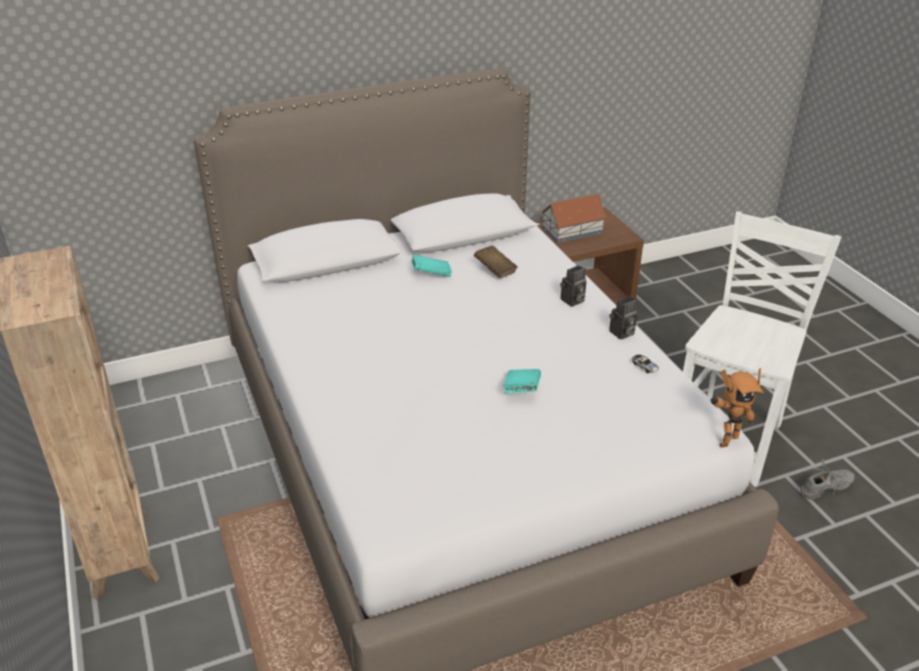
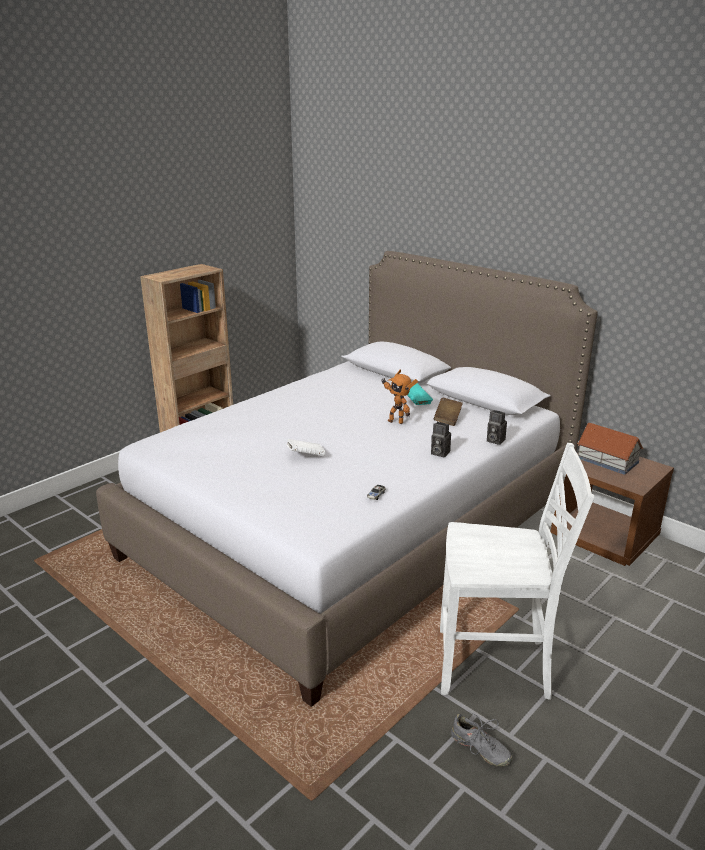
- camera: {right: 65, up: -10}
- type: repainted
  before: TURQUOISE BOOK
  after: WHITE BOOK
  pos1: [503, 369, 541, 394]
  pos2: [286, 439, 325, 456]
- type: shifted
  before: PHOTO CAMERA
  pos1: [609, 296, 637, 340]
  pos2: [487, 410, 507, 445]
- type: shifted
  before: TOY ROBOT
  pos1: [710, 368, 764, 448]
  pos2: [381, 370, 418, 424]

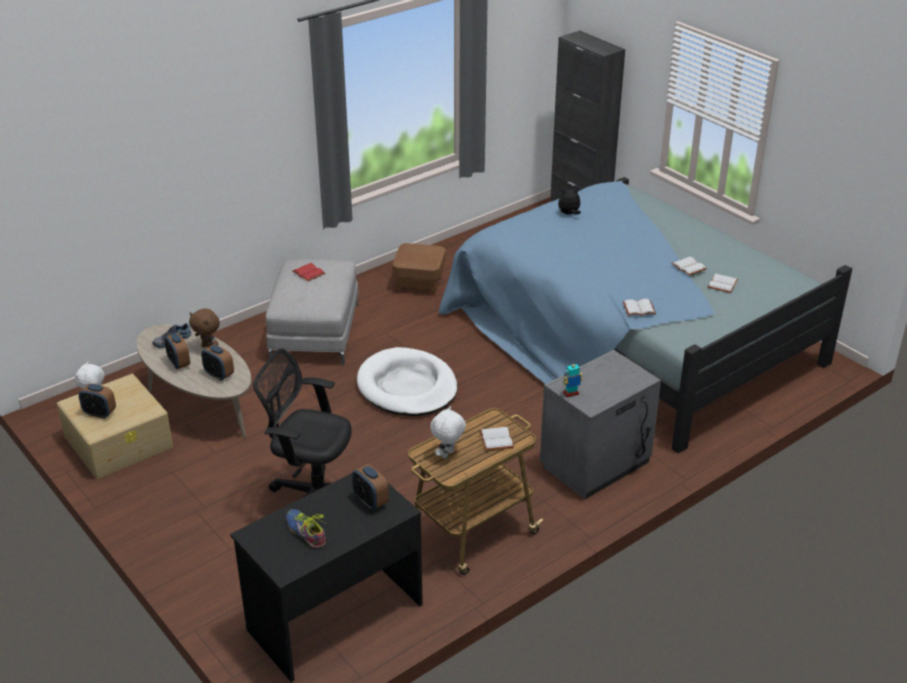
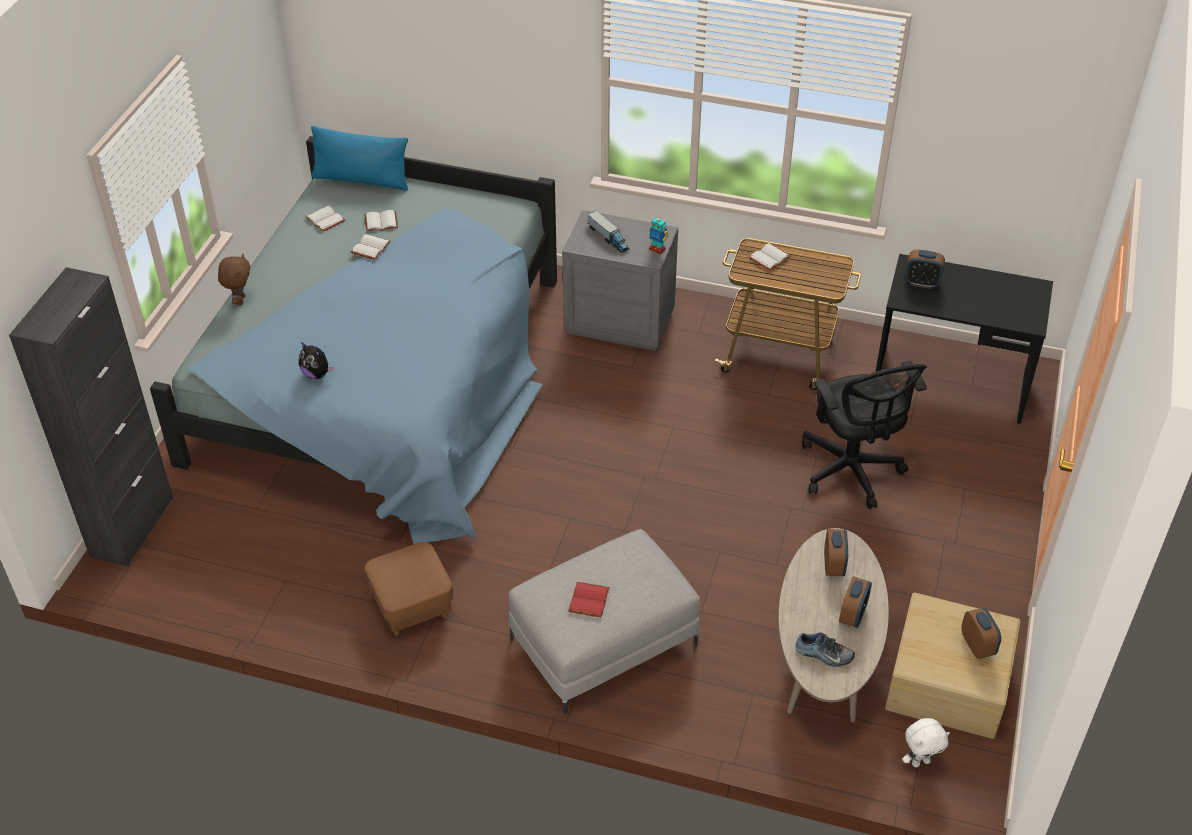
- camera: {right: -125, up: 10}
- type: shifted
  before: BROWN PLUSH TOY
  pos1: [189, 309, 220, 348]
  pos2: [218, 254, 250, 305]
- type: gone
  before: SHOE
  pos1: [286, 509, 326, 548]
- type: rotated
  before: ALARM CLOCK
  pos1: [352, 464, 389, 510]
  pos2: [905, 250, 945, 289]
  turn: 90
- type: gone
  before: WHITE DOG BED
  pos1: [357, 347, 458, 416]
- type: gone
  before: WHITE PLUSH TOY
  pos1: [430, 406, 466, 459]
- type: shifted
  before: WHITE BOOK
  pos1: [623, 299, 656, 316]
  pos2: [305, 206, 345, 232]
- type: new
  after: BLUE PILLOW
  pos2: [311, 126, 408, 191]
- type: new
  after: TOY TRUCK
  pos2: [587, 210, 630, 253]

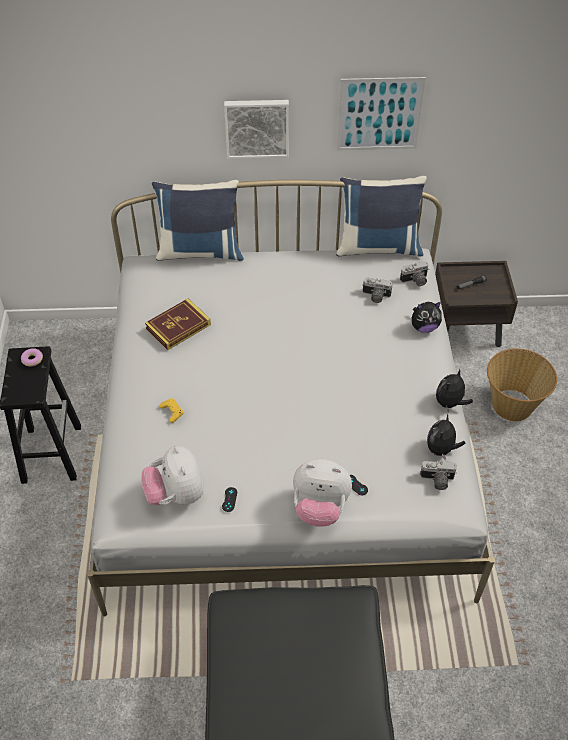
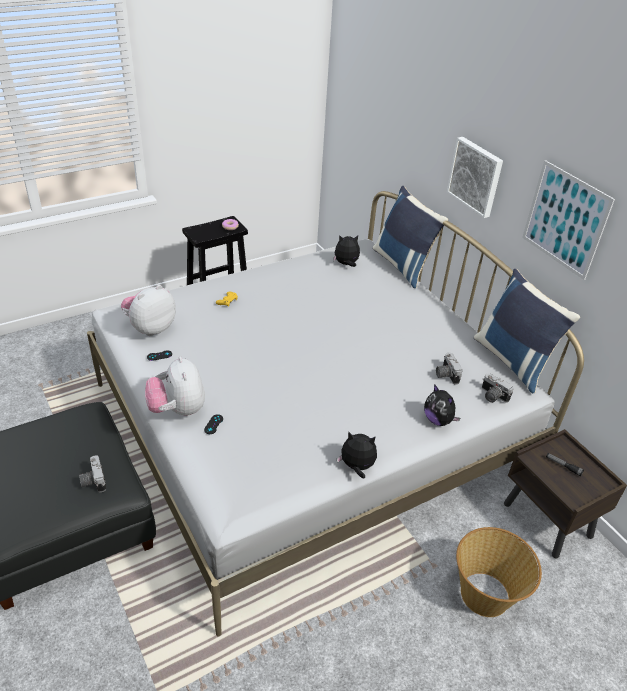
- camera: {right: 60, up: -10}
- type: gone
  before: BOOK
  pos1: [145, 299, 211, 350]
- type: shifted
  before: PHOTO CAMERA
  pos1: [420, 461, 457, 490]
  pos2: [79, 455, 106, 493]
- type: shifted
  before: PLUSH TOY
  pos1: [427, 414, 465, 461]
  pos2: [333, 235, 360, 267]

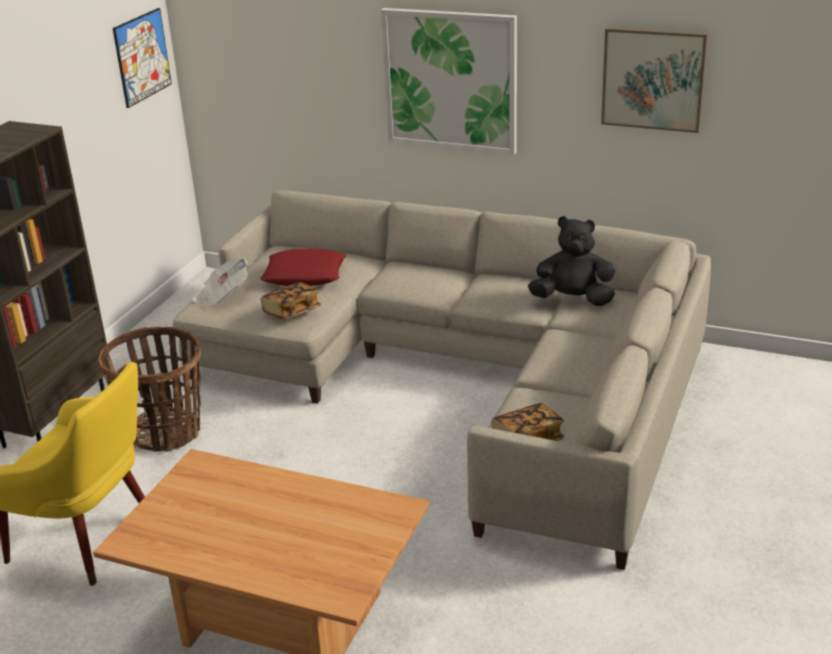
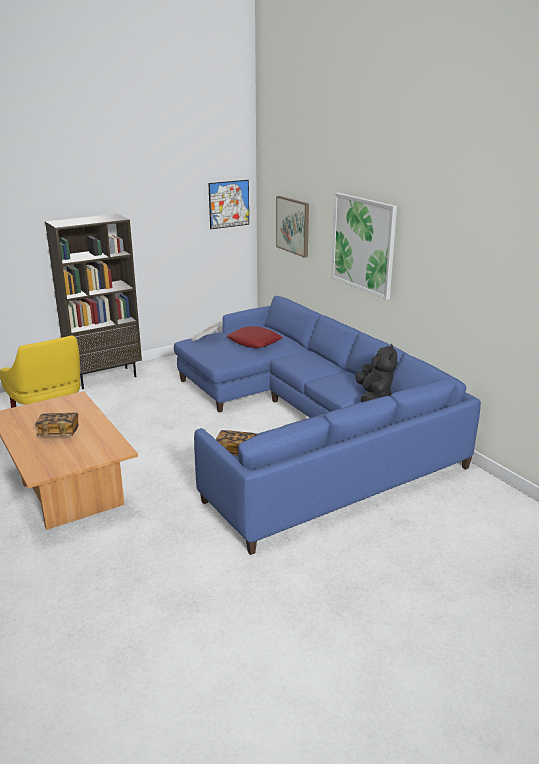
- camera: {right: 35, up: -5}
- type: gone
  before: BASKET
  pos1: [99, 327, 201, 452]
- type: repainted
  before: BEIGE SOFA
  after: BLUE SOFA
  pos1: [173, 191, 711, 570]
  pos2: [174, 296, 481, 555]
- type: shifted
  before: BOOK
  pos1: [261, 282, 321, 320]
  pos2: [35, 413, 78, 436]
- type: rotated
  before: BLACK PLUSH TOY
  pos1: [528, 216, 616, 306]
  pos2: [355, 344, 397, 402]
  turn: 45
- type: shifted
  before: PICTURE
  pos1: [601, 27, 708, 133]
  pos2: [276, 196, 309, 258]

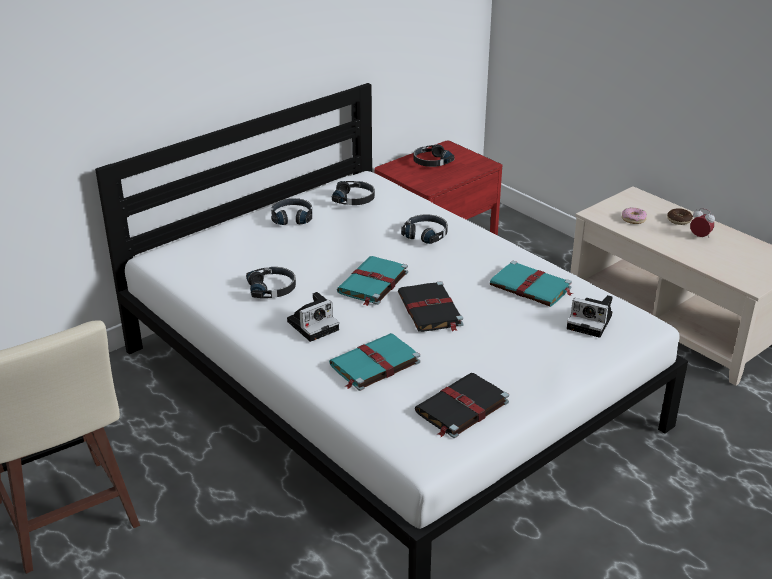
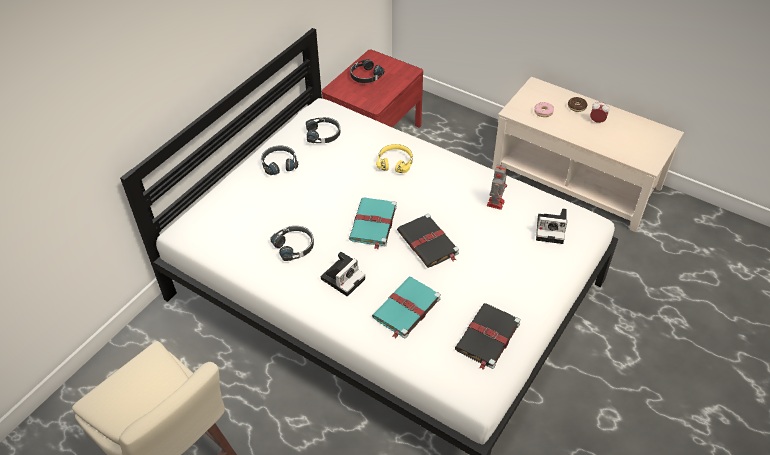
- camera: {right: -15, up: 15}
- type: repainted
  before: BLACK HEADPHONES
  after: YELLOW HEADPHONES
  pos1: [401, 214, 448, 244]
  pos2: [376, 144, 413, 173]
- type: swapped
  before: TURQUOISE BOOK
  after: TOY ROBOT
  pos1: [490, 261, 573, 307]
  pos2: [487, 163, 507, 210]

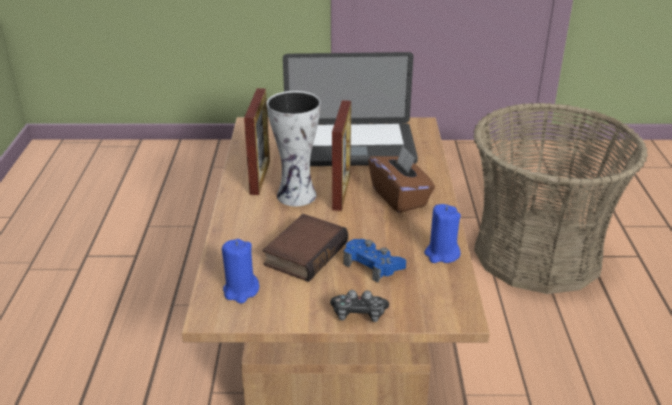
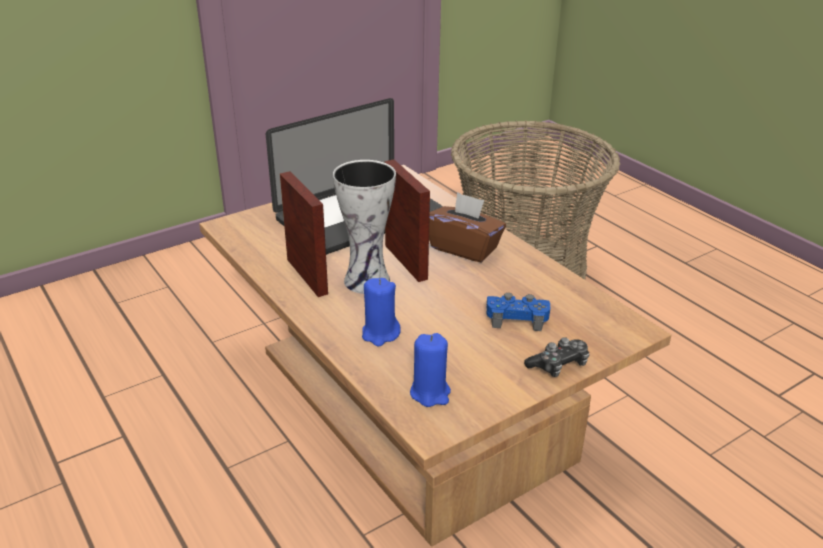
- camera: {right: -35, up: 0}
- type: gone
  before: BOOK
  pos1: [263, 214, 348, 282]
- type: shifted
  before: BLUE CANDLE
  pos1: [424, 204, 461, 263]
  pos2: [362, 278, 401, 346]

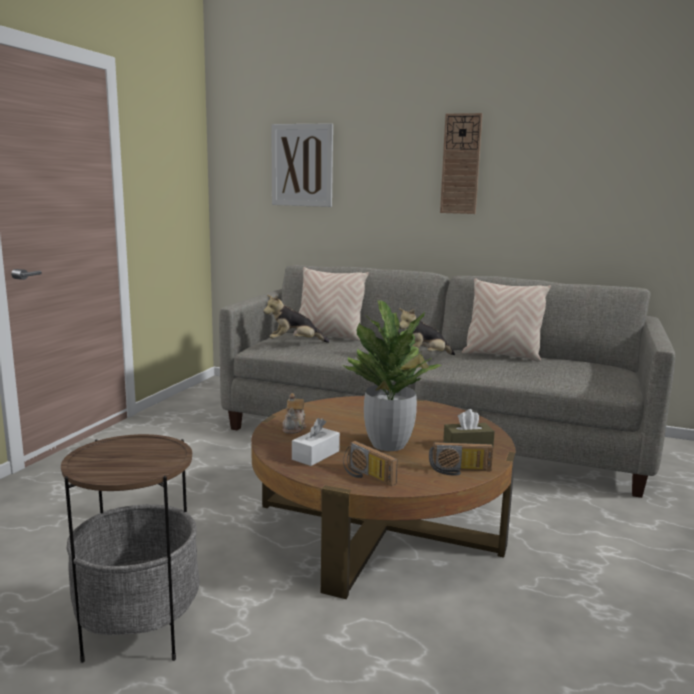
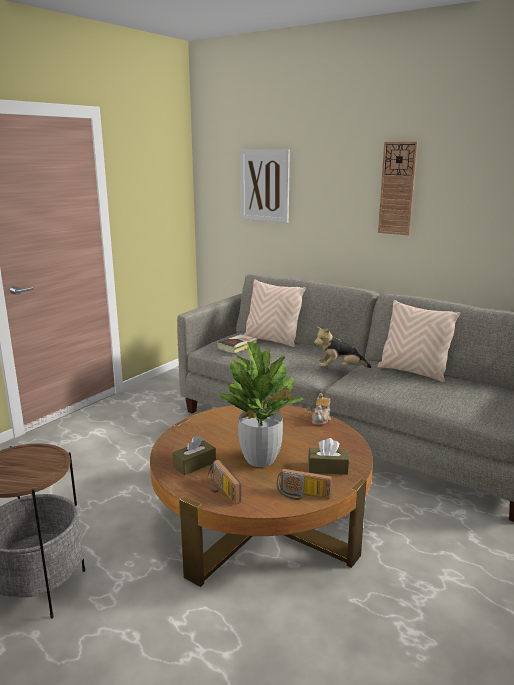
- camera: {right: 15, up: 5}
- type: swapped
  before: PLUSH TOY
  after: BOOK
  pos1: [263, 295, 329, 343]
  pos2: [217, 334, 258, 353]
- type: shifted
  before: TEAPOT
  pos1: [282, 393, 306, 434]
  pos2: [312, 393, 331, 425]
- type: repainted
  before: WHITE TISSUE BOX
  after: BROWN TISSUE BOX
  pos1: [292, 418, 340, 466]
  pos2: [173, 436, 216, 475]

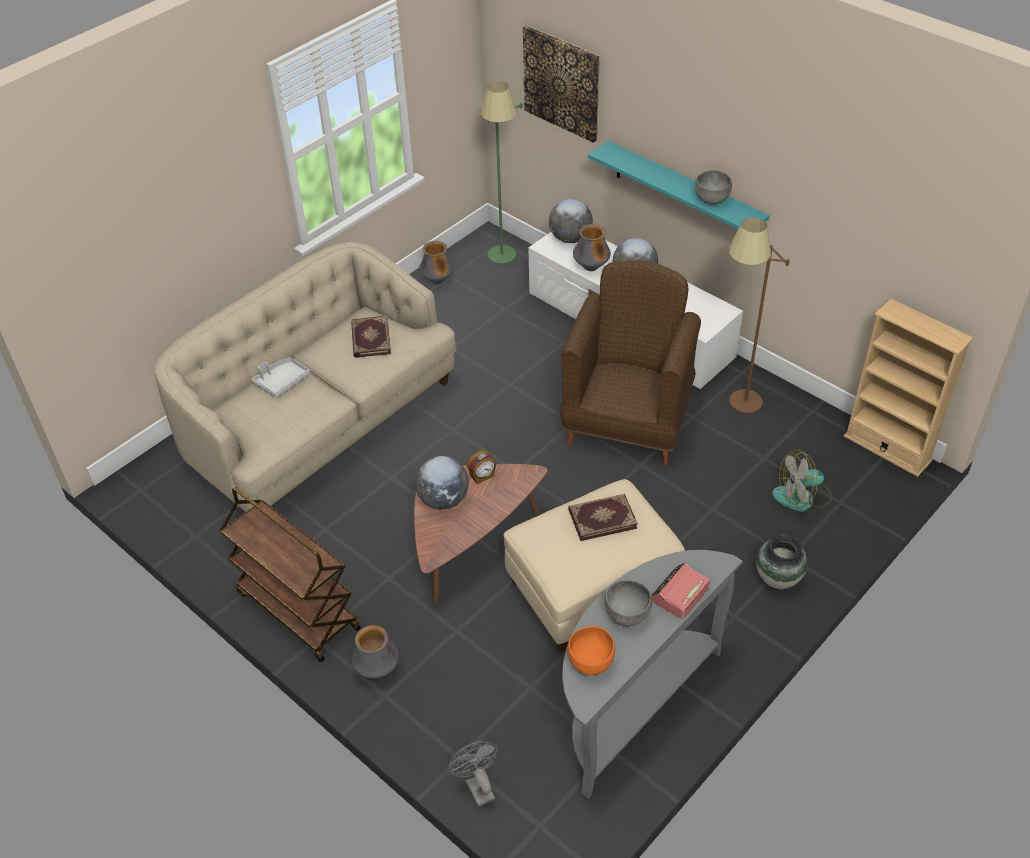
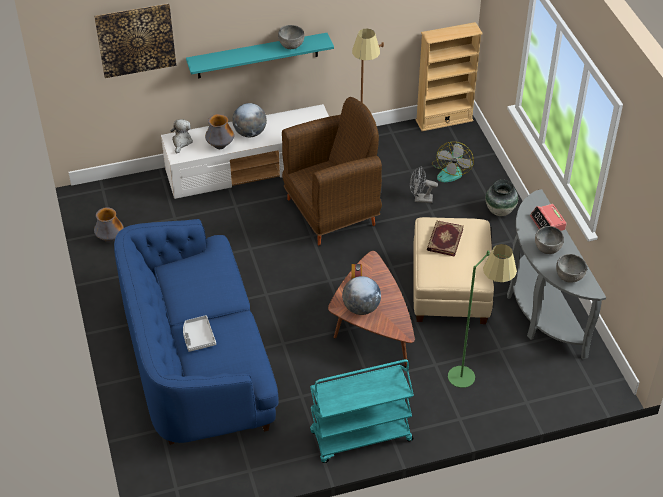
- camera: {right: -60, up: 0}
- type: repainted
  before: BEIGE SOFA
  after: BLUE SOFA
  pos1: [155, 242, 456, 512]
  pos2: [114, 219, 278, 445]
- type: repainted
  before: BROWN CART
  after: TURQUOISE CART
  pos1: [220, 487, 361, 662]
  pos2: [310, 359, 414, 463]
- type: gone
  before: BOOK
  pos1: [351, 315, 391, 358]
- type: gone
  before: VASE
  pos1: [351, 625, 399, 679]
- type: shifted
  before: GREY FAN
  pos1: [447, 741, 498, 807]
  pos2: [410, 166, 438, 203]
- type: shifted
  before: GREEN FLOOR LAMP
  pos1: [481, 81, 523, 264]
  pos2: [448, 244, 517, 388]
- type: swapped
  before: GLOBE
  after: PLUSH TOY
  pos1: [549, 199, 593, 243]
  pos2: [170, 119, 193, 153]
- type: rotated
  before: BROWN ARMCHAIR
  pos1: [560, 260, 701, 465]
  pos2: [282, 97, 382, 245]
  turn: 105
- type: repainted
  before: ORANGE BOWL
  after: GREY BOWL
  pos1: [567, 626, 615, 675]
  pos2: [556, 254, 587, 283]

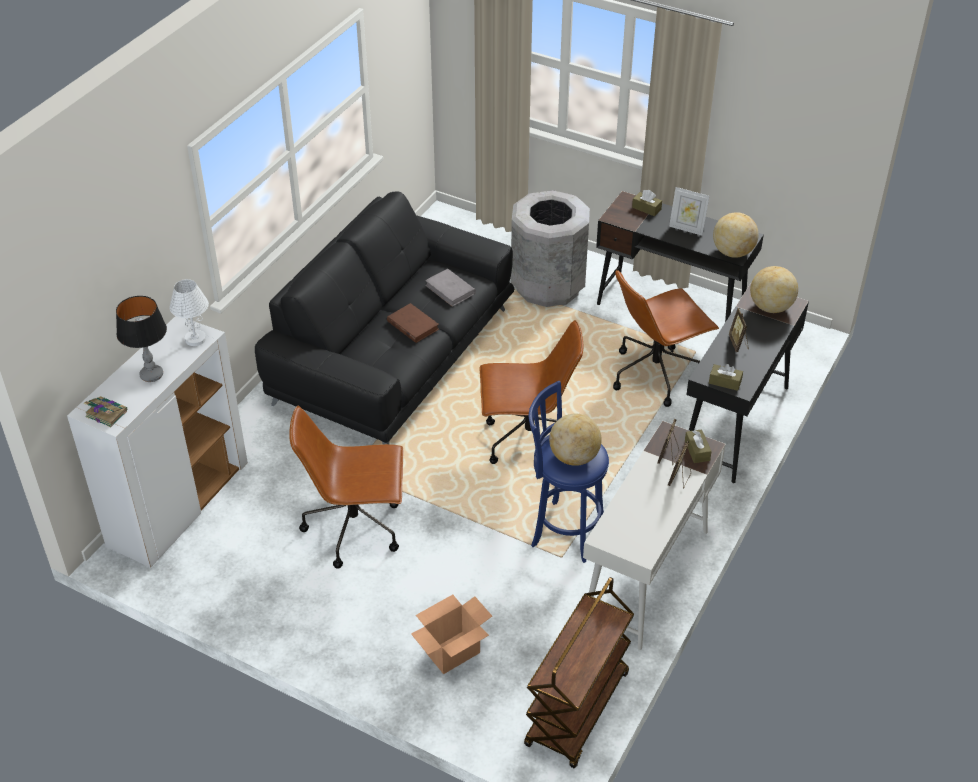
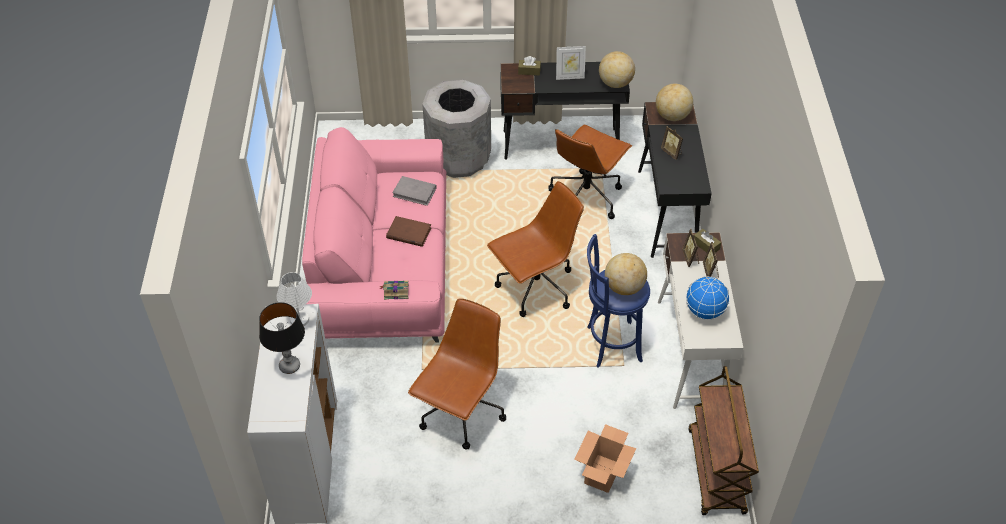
- camera: {right: -30, up: 5}
- type: shifted
  before: BOOK
  pos1: [84, 396, 127, 427]
  pos2: [380, 281, 409, 300]
- type: repainted
  before: BLACK SOFA
  after: PINK SOFA
  pos1: [255, 191, 514, 444]
  pos2: [302, 127, 447, 343]
- type: rotated
  before: BROWN OFFICE CHAIR
  pos1: [289, 406, 403, 569]
  pos2: [408, 298, 506, 450]
  turn: 150
- type: gone
  before: BROWN TISSUE BOX
  pos1: [709, 364, 743, 391]
- type: new
  after: GLOBE
  pos2: [686, 276, 730, 320]

